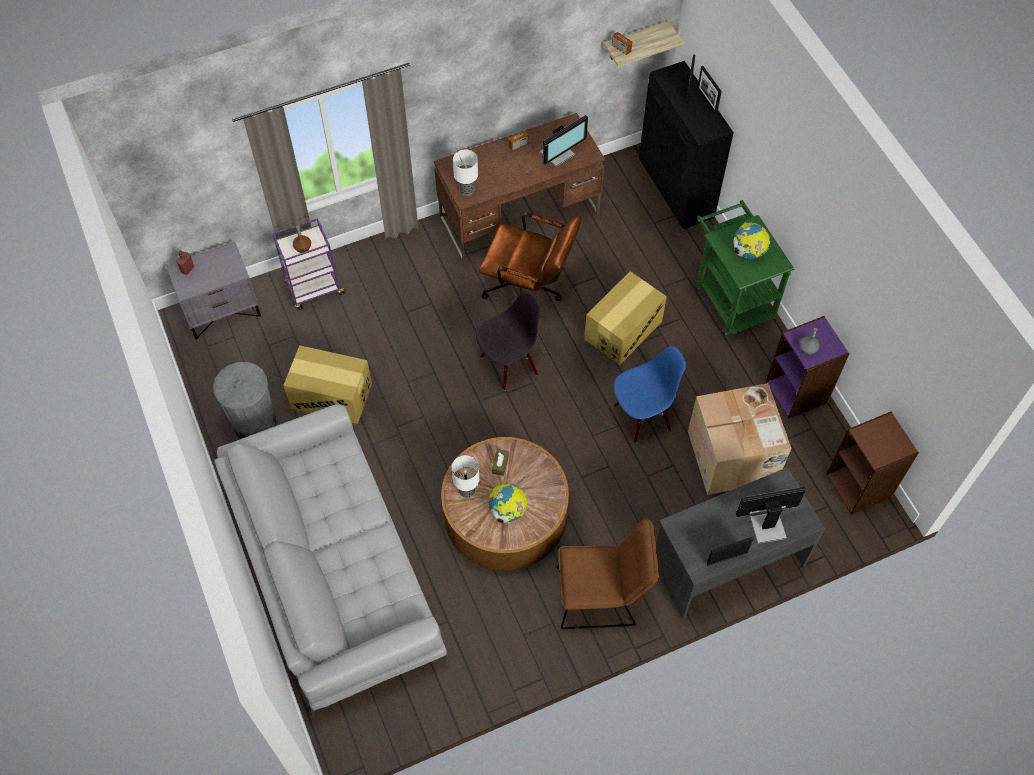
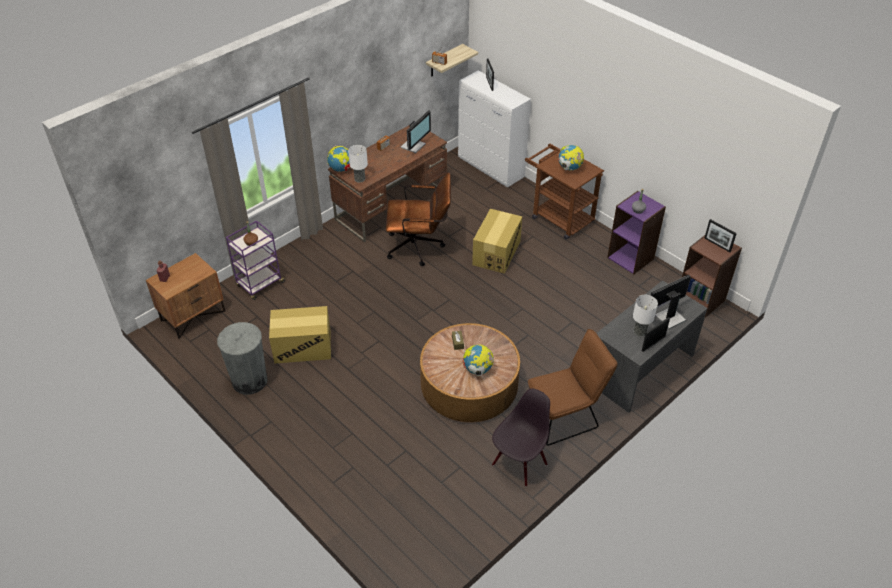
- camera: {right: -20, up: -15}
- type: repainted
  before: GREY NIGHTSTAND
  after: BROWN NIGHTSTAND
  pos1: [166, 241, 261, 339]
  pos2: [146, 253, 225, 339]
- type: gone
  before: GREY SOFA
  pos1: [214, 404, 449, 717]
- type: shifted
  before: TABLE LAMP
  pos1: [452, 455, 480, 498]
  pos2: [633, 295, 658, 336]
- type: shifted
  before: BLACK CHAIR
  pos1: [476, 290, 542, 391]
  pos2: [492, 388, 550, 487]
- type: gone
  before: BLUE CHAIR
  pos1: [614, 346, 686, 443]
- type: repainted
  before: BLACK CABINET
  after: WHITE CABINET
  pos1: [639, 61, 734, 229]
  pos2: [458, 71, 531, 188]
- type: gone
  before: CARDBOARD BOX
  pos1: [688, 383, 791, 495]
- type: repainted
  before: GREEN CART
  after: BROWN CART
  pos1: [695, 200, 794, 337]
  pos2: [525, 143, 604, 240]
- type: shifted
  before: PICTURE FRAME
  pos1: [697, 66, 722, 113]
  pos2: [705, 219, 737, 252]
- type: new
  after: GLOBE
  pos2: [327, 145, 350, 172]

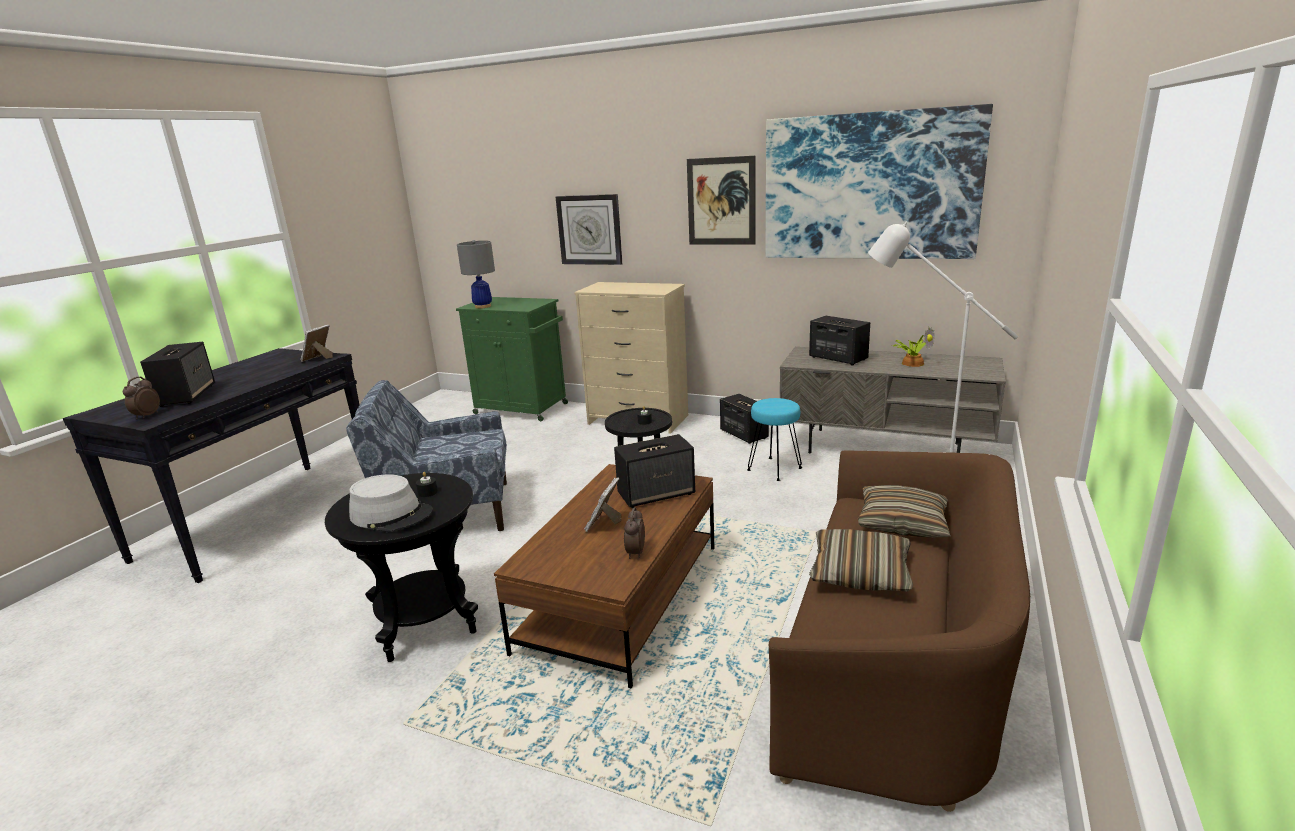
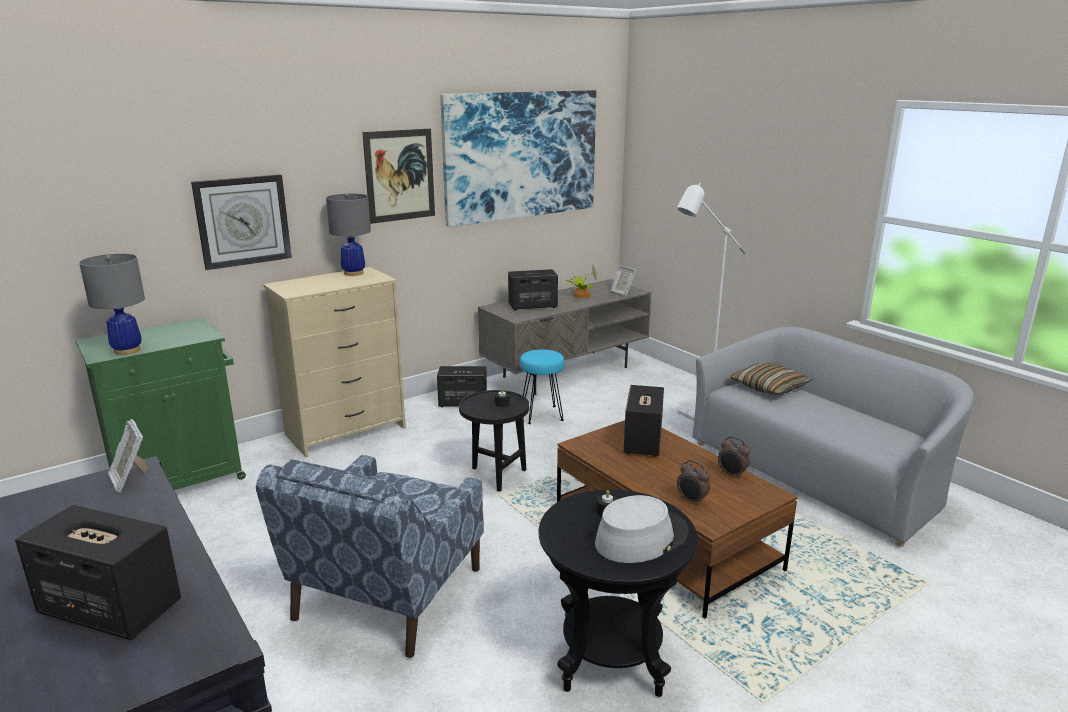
- camera: {right: -60, up: 0}
- type: shifted
  before: ALARM CLOCK
  pos1: [123, 377, 160, 419]
  pos2: [677, 460, 710, 506]
- type: shifted
  before: PICTURE FRAME
  pos1: [584, 478, 621, 532]
  pos2: [611, 265, 637, 296]
- type: repainted
  before: BROWN SOFA
  after: GREY SOFA
  pos1: [769, 451, 1030, 812]
  pos2: [692, 327, 974, 547]
- type: gone
  before: PILLOW
  pos1: [809, 529, 913, 592]
- type: new
  after: GREY TABLE LAMP
  pos2: [326, 193, 371, 276]

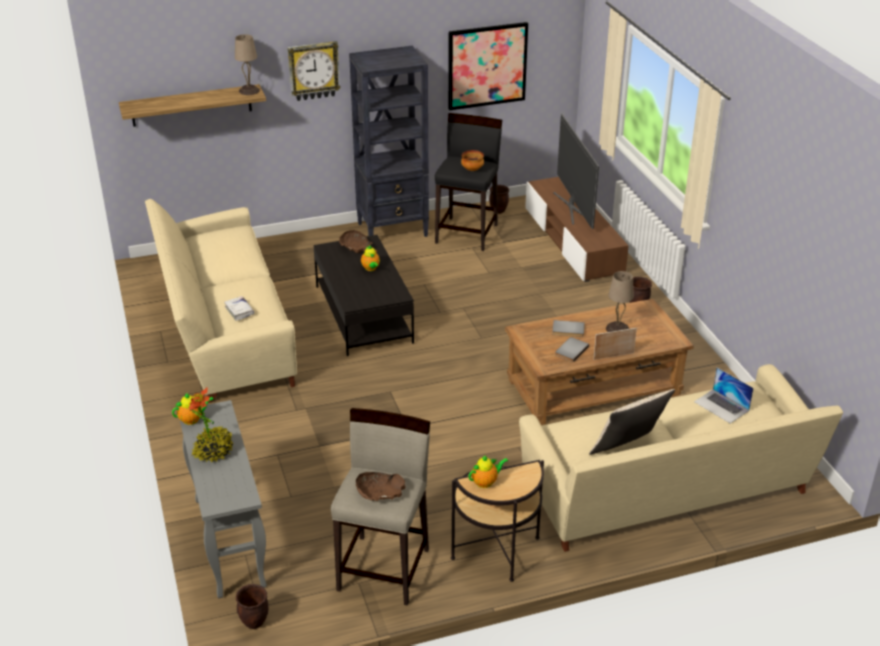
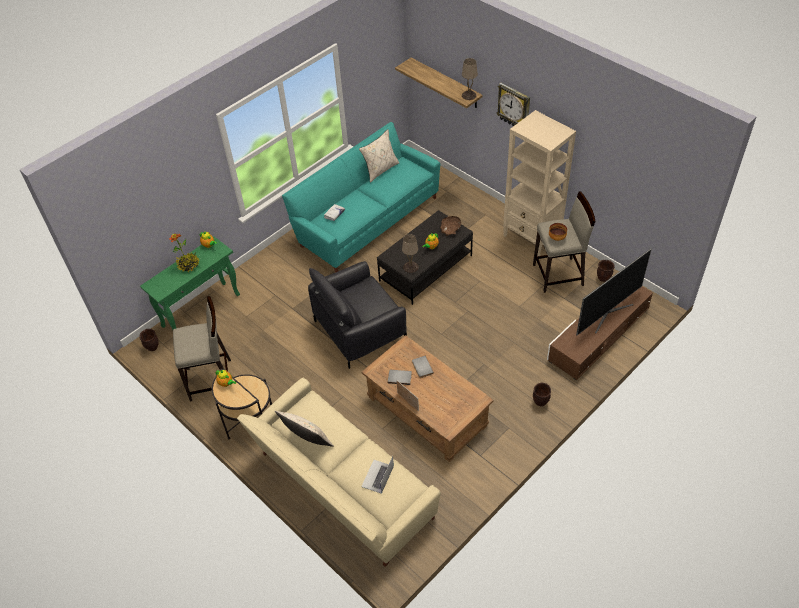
- camera: {right: 65, up: 15}
- type: repainted
  before: BEIGE SOFA
  after: TURQUOISE SOFA
  pos1: [145, 199, 297, 403]
  pos2: [282, 122, 440, 273]
- type: repainted
  before: GREY CONSOLE TABLE
  after: GREEN CONSOLE TABLE
  pos1: [180, 400, 267, 598]
  pos2: [140, 237, 240, 330]
- type: repainted
  before: BLACK BOOKCASE
  after: BEIGE BOOKCASE
  pos1: [349, 46, 429, 237]
  pos2: [503, 110, 576, 256]
- type: gone
  before: BROWN BOWL
  pos1: [356, 472, 406, 501]
- type: repainted
  before: BLACK STOOL
  after: BEIGE STOOL
  pos1: [435, 113, 502, 251]
  pos2: [533, 192, 596, 293]
- type: gone
  before: PICTURE
  pos1: [448, 22, 528, 111]
- type: shifted
  before: BEIGE TABLE LAMP
  pos1: [606, 271, 634, 332]
  pos2: [402, 234, 419, 273]
- type: new
  after: BLACK ARMCHAIR
  pos2: [308, 261, 407, 369]
- type: new
  after: BEIGE PILLOW
  pos2: [359, 129, 399, 182]

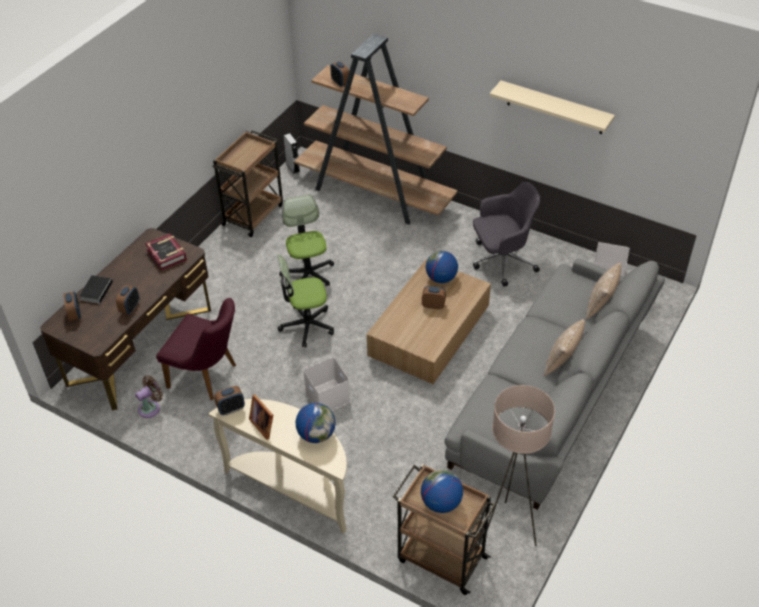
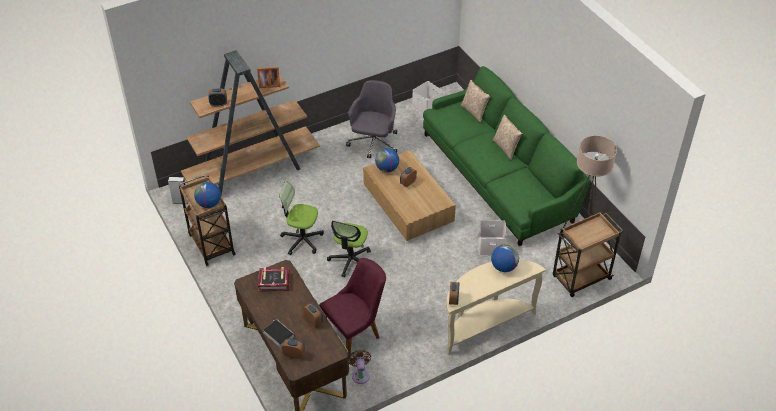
- camera: {right: -60, up: 0}
- type: shifted
  before: PICTURE FRAME
  pos1: [249, 394, 273, 440]
  pos2: [257, 67, 280, 88]
- type: shifted
  before: WHITE STORAGE BOX
  pos1: [303, 357, 350, 411]
  pos2: [478, 220, 506, 256]
- type: shifted
  before: GLOBE
  pos1: [421, 470, 463, 513]
  pos2: [194, 182, 221, 208]
- type: repainted
  before: GREY SOFA
  after: GREEN SOFA
  pos1: [444, 259, 665, 510]
  pos2: [423, 66, 591, 246]
- type: gone
  before: BEIGE SHELF
  pos1: [489, 80, 615, 134]

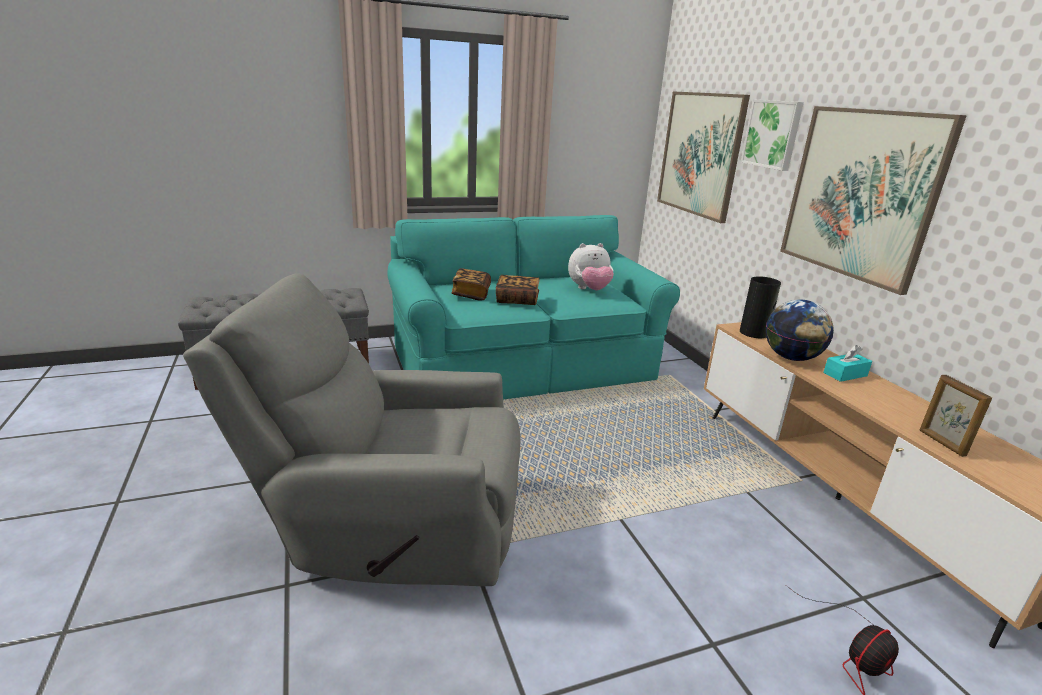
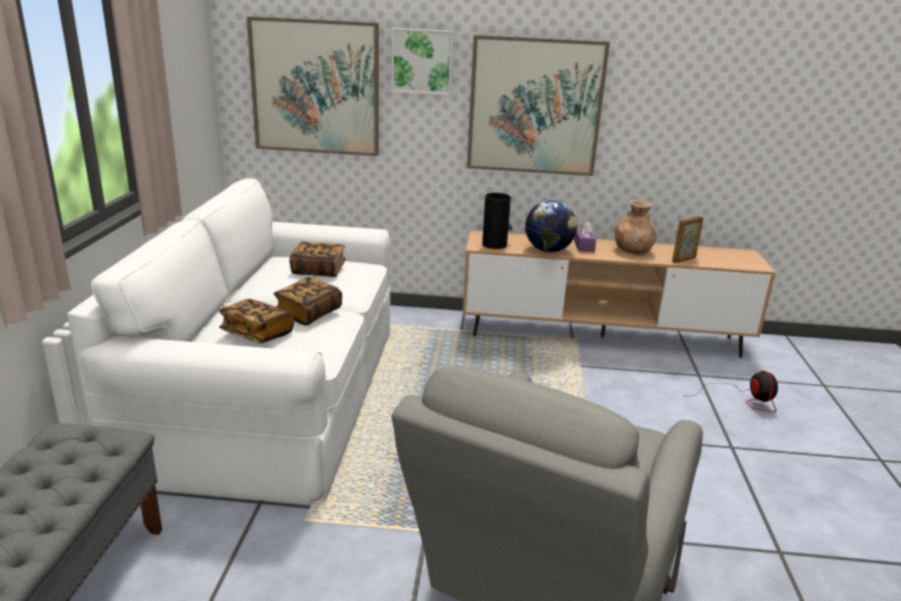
- camera: {right: -65, up: 0}
- type: repainted
  before: TURQUOISE SOFA
  after: WHITE SOFA
  pos1: [387, 215, 680, 400]
  pos2: [67, 178, 390, 504]
- type: swapped
  before: PLUSH TOY
  after: BOOK
  pos1: [568, 243, 614, 290]
  pos2: [290, 241, 346, 277]
- type: repainted
  before: TURQUOISE TISSUE BOX
  after: PURPLE TISSUE BOX
  pos1: [823, 345, 872, 382]
  pos2: [574, 222, 596, 252]
- type: rotated
  before: PICTURE FRAME
  pos1: [919, 375, 992, 457]
  pos2: [672, 216, 703, 263]
  turn: -45
- type: new
  after: BROWN VASE
  pos2: [615, 200, 657, 254]

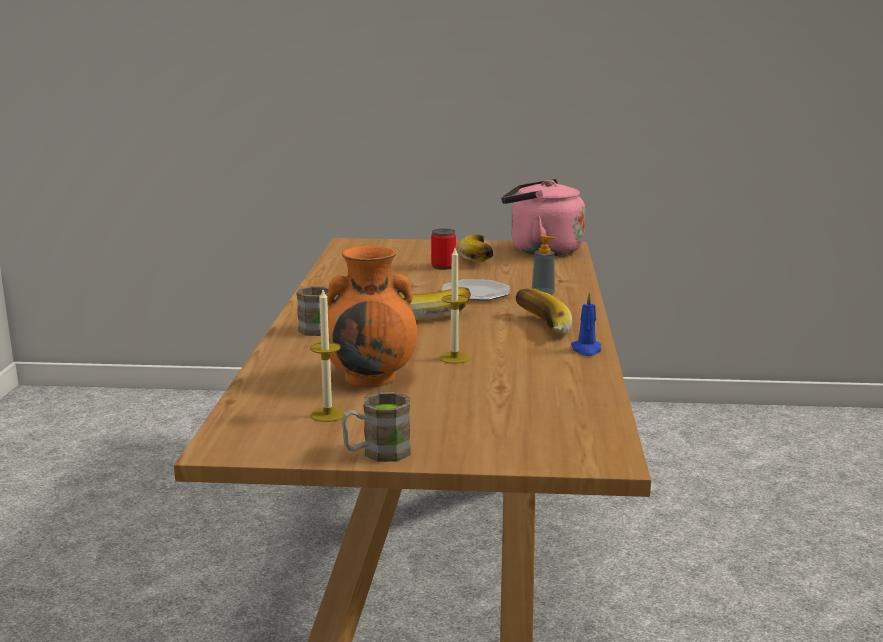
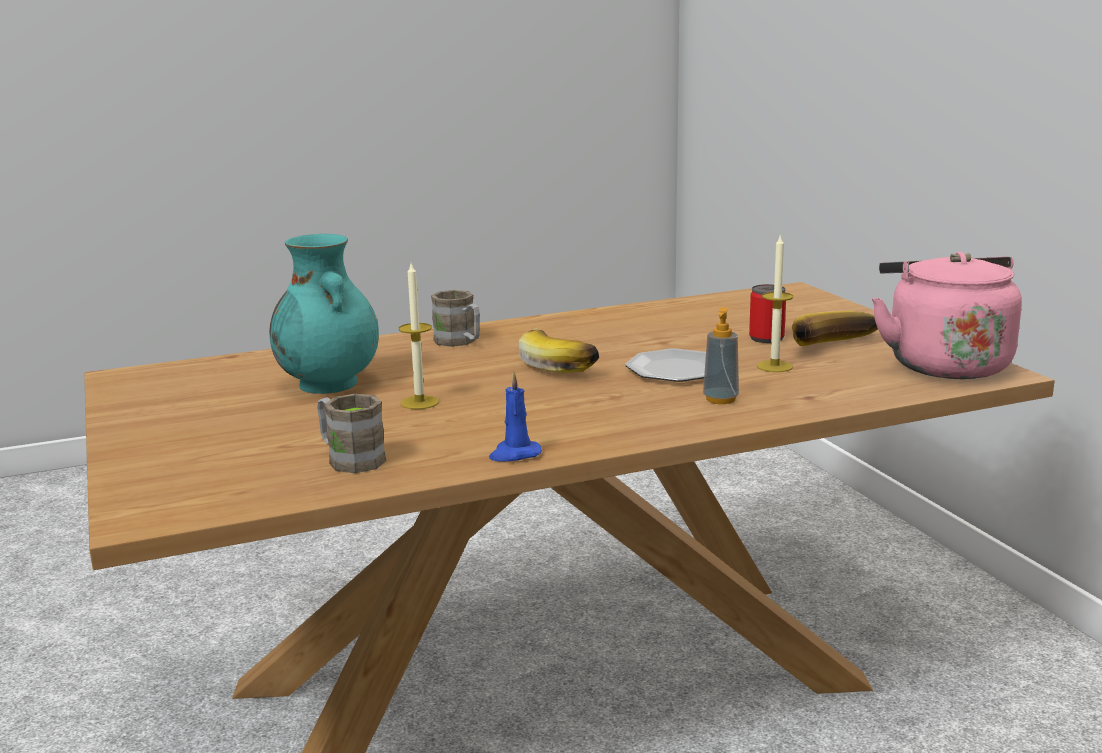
- camera: {right: 65, up: 0}
- type: shifted
  before: CANDLE
  pos1: [310, 290, 345, 422]
  pos2: [757, 234, 794, 372]
- type: repainted
  before: ORANGE VASE
  after: TURQUOISE VASE
  pos1: [327, 246, 417, 387]
  pos2: [269, 234, 379, 394]
- type: shifted
  before: BROWN MUG
  pos1: [342, 392, 411, 462]
  pos2: [317, 393, 386, 473]
- type: gone
  before: BANANA
  pos1: [516, 288, 572, 335]

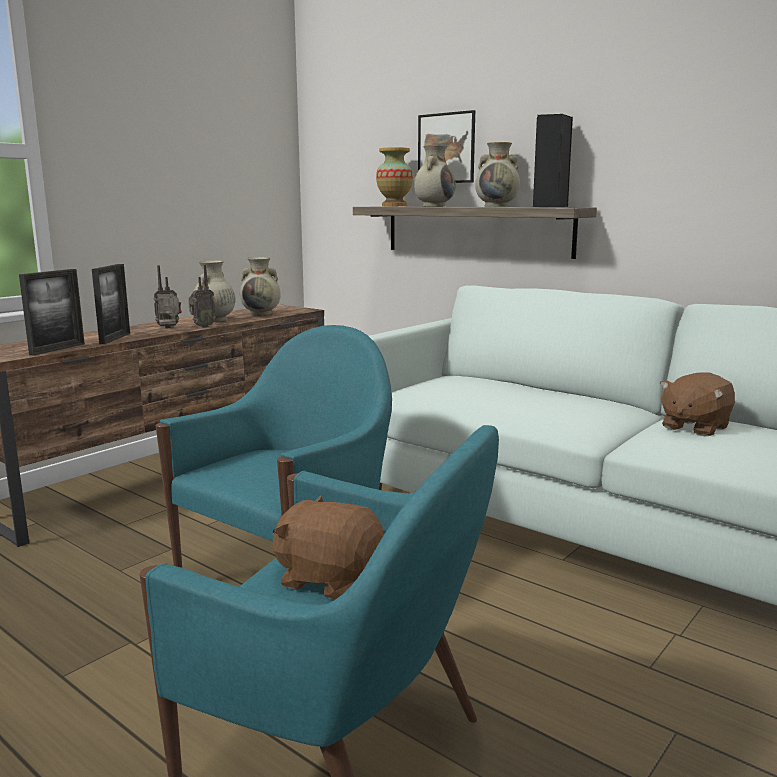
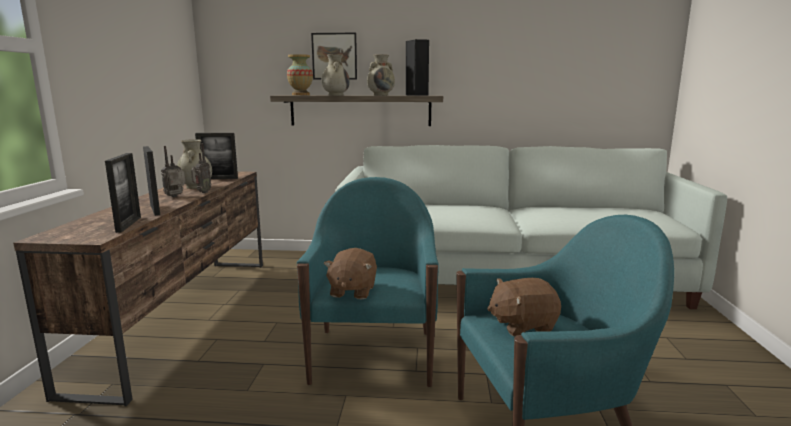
- camera: {right: -35, up: 0}
- type: swapped
  before: BEIGE VASE
  after: PICTURE FRAME
  pos1: [240, 257, 281, 316]
  pos2: [195, 133, 238, 179]
- type: shifted
  before: BROWN PLUSH TOY
  pos1: [660, 372, 735, 437]
  pos2: [324, 248, 377, 299]

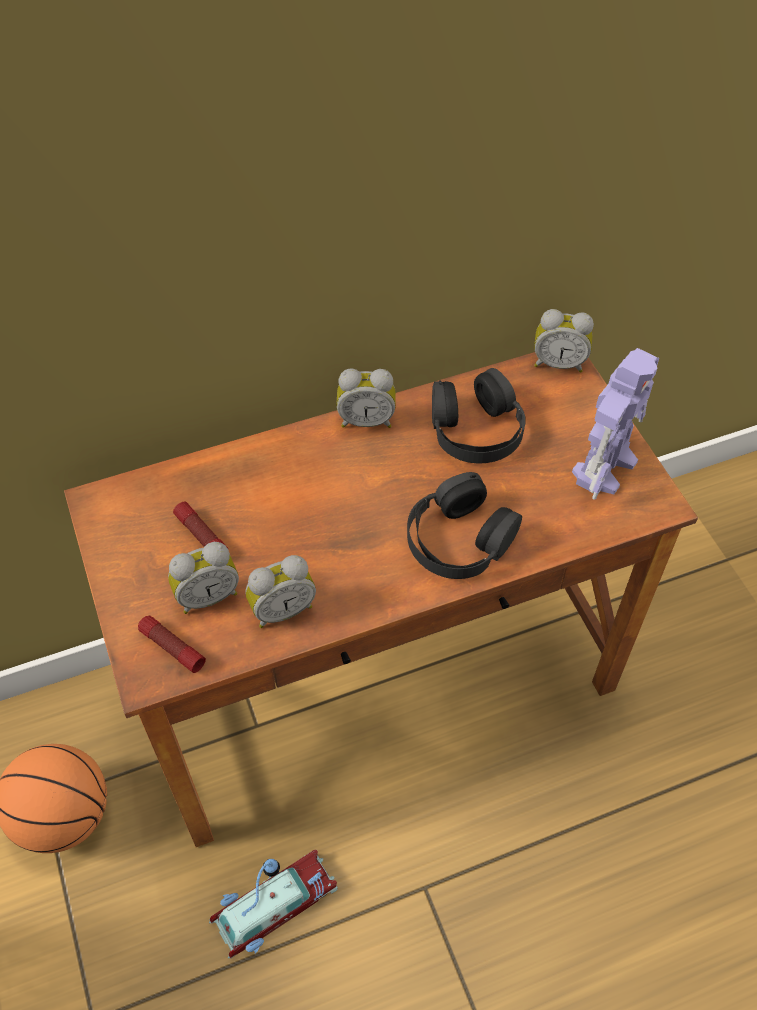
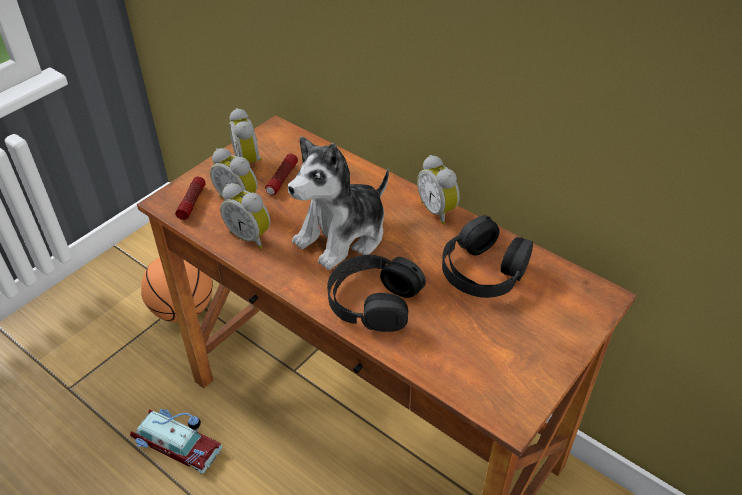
- camera: {right: 60, up: -10}
- type: shifted
  before: ALARM CLOCK
  pos1: [534, 309, 594, 373]
  pos2: [229, 108, 262, 163]
- type: gone
  before: TOY ROBOT
  pos1: [572, 348, 659, 500]
- type: new
  after: PLUSH TOY
  pos2: [288, 136, 389, 270]

